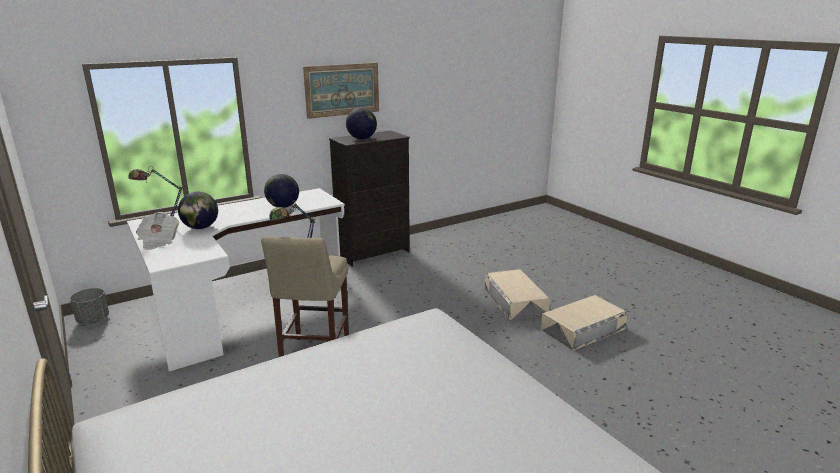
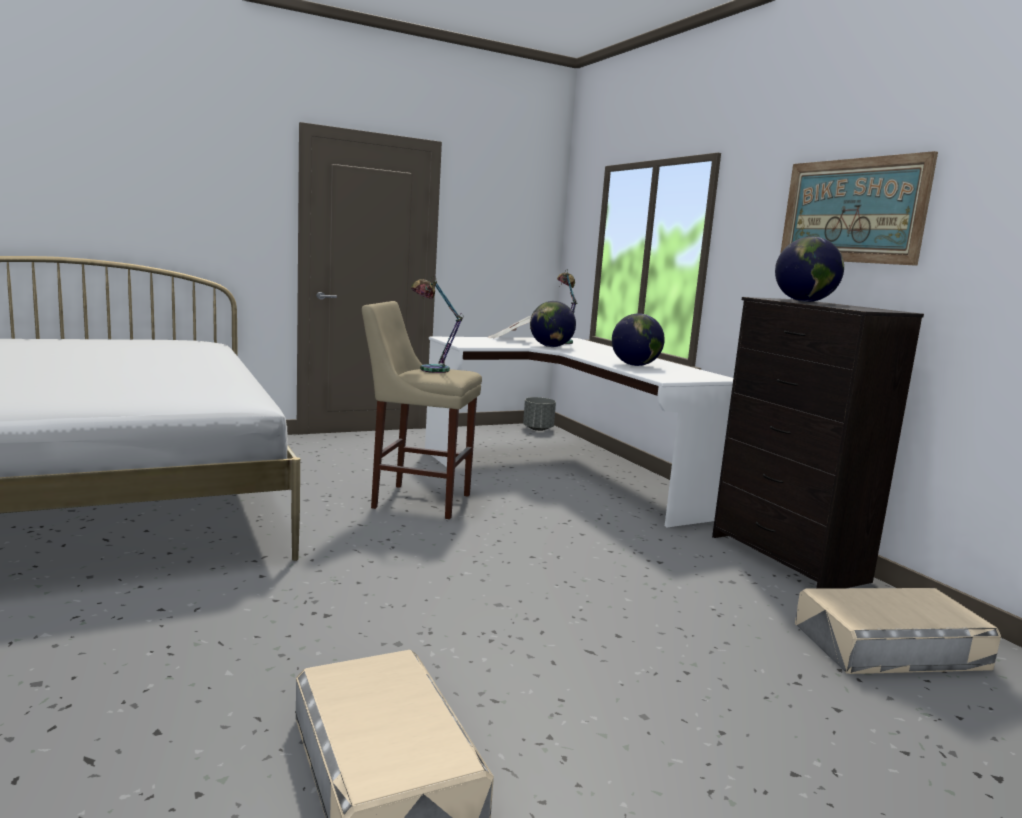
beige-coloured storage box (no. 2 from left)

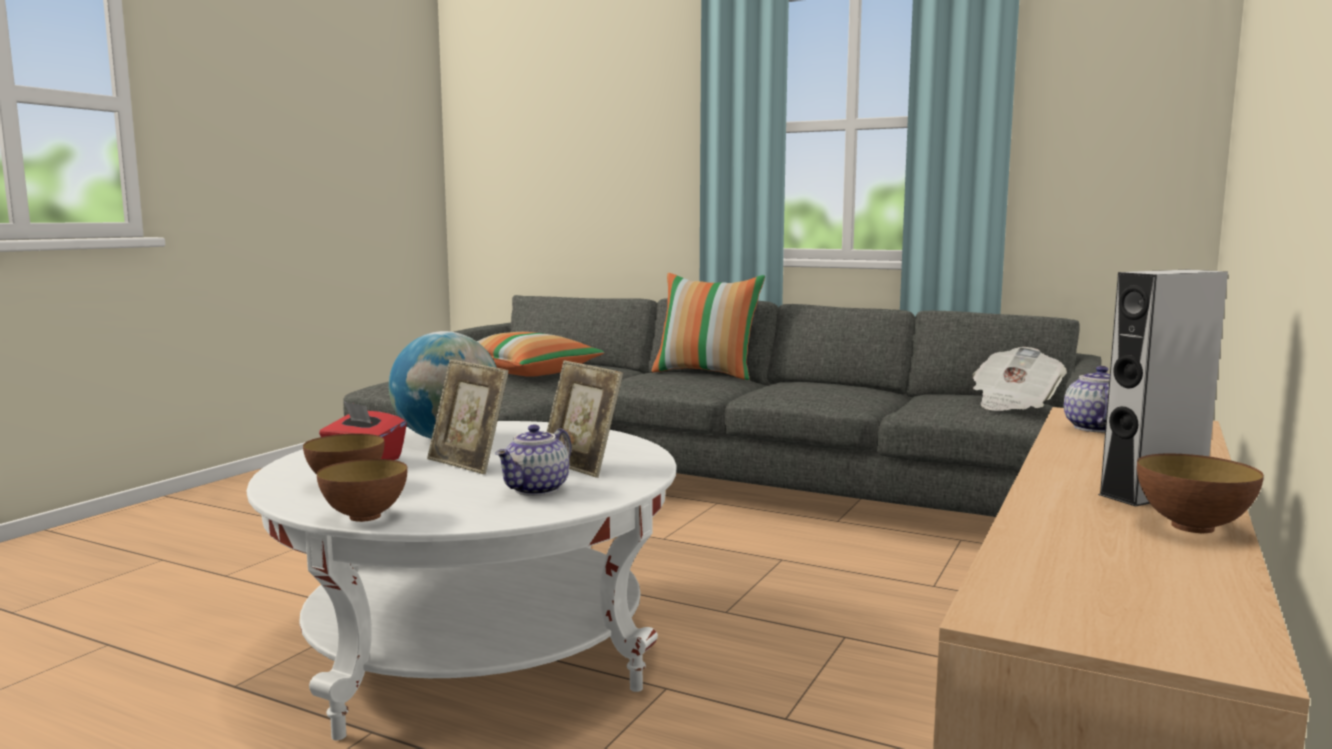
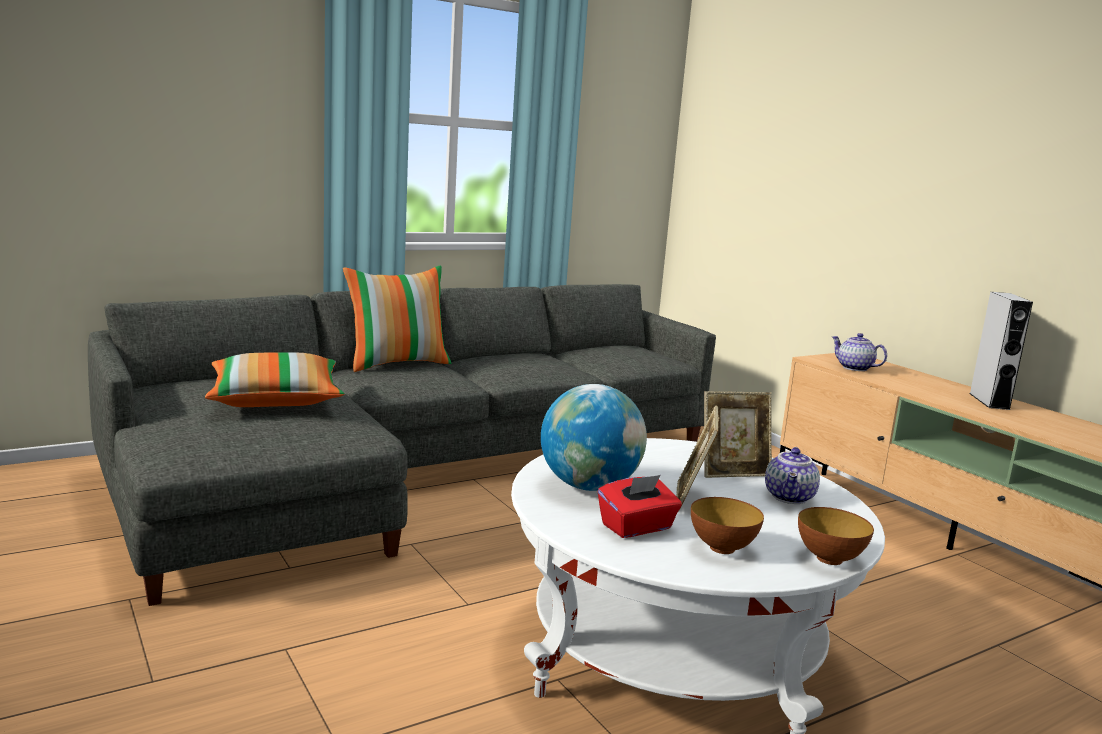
standing frame (no. 1 from left)
teapot (no. 1 from left)
daily paper
serving bowl (no. 3 from left in the first image)

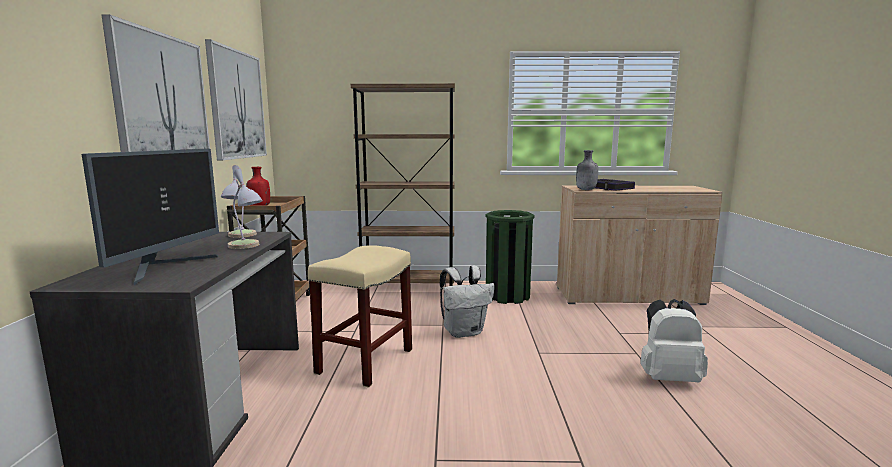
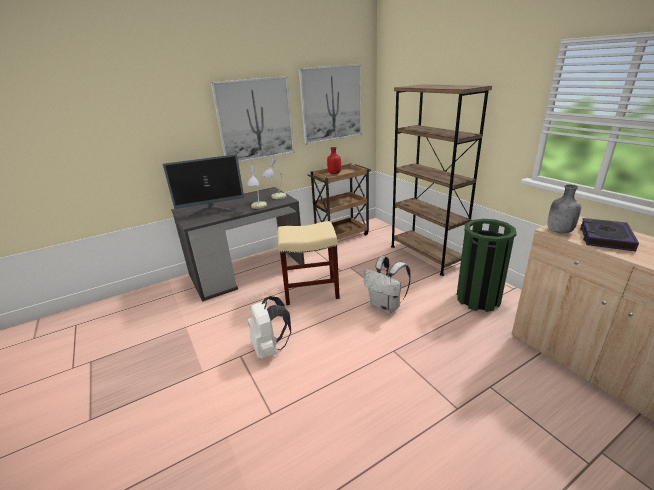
white-coloured rucksack (no. 1 from left)

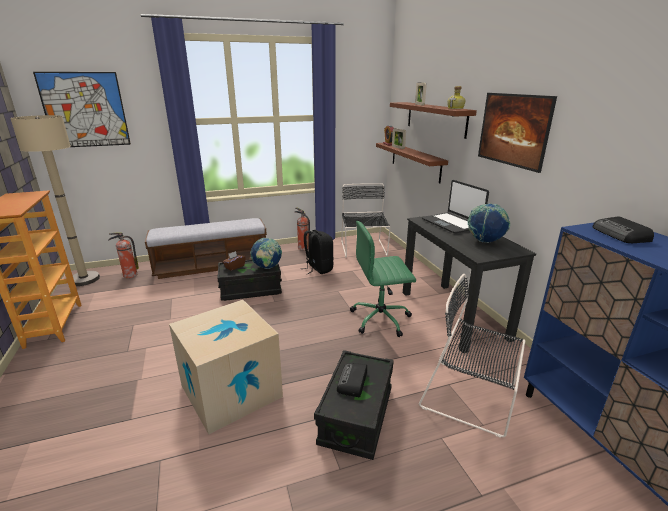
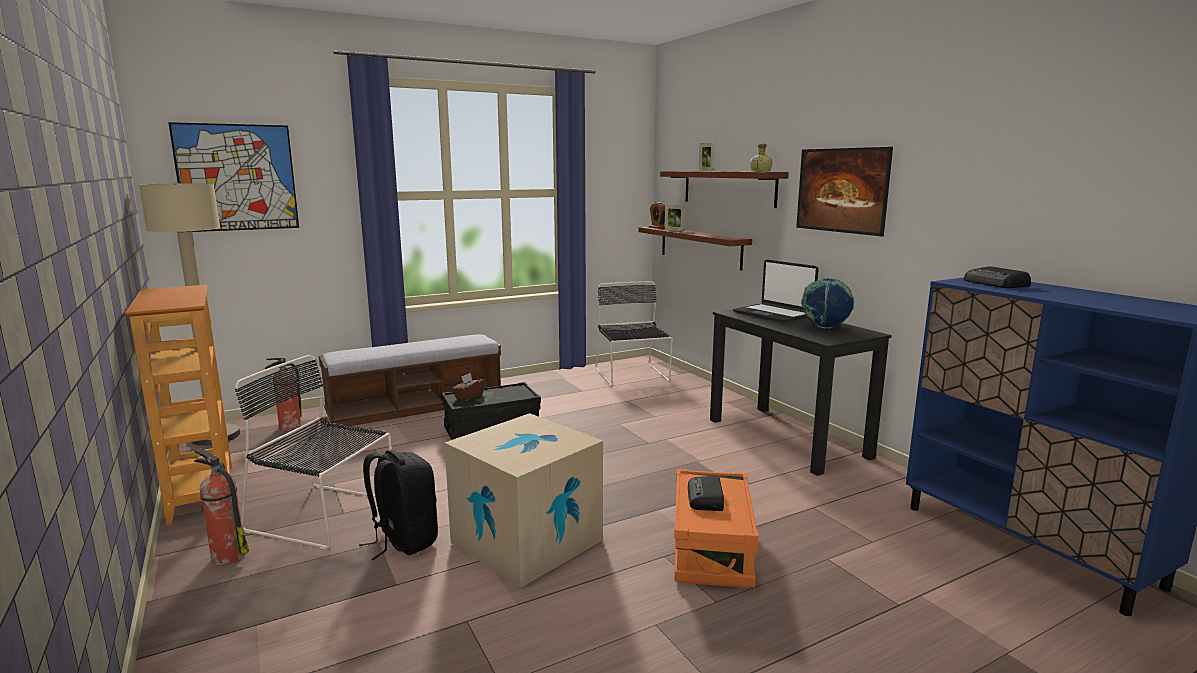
desk globe (no. 1 from left in the first image)
extinguisher (no. 1 from left)
blackish rucksack
orangey storage box
green computer chair
blackish chair (no. 1 from left)

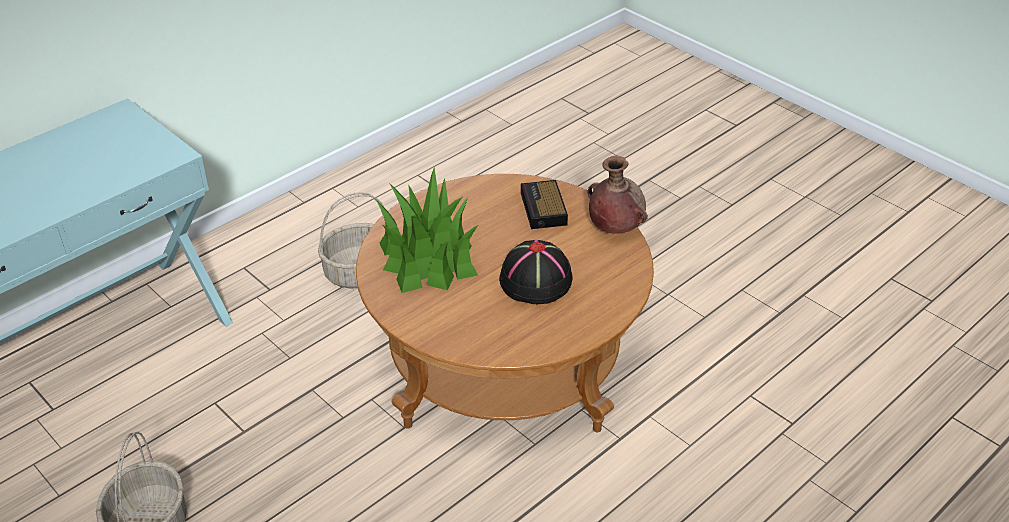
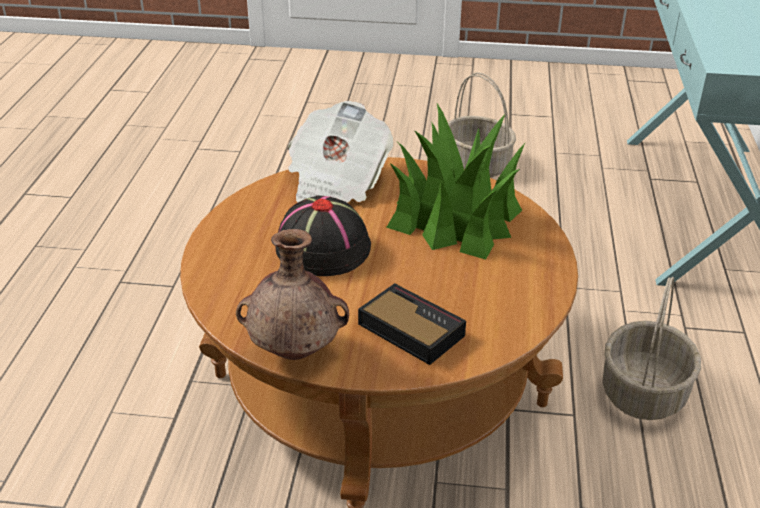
daily paper

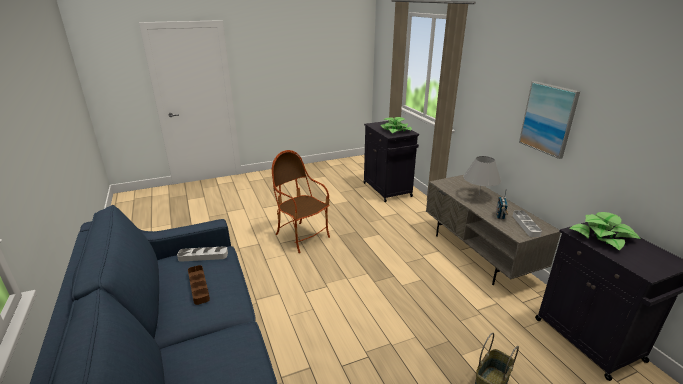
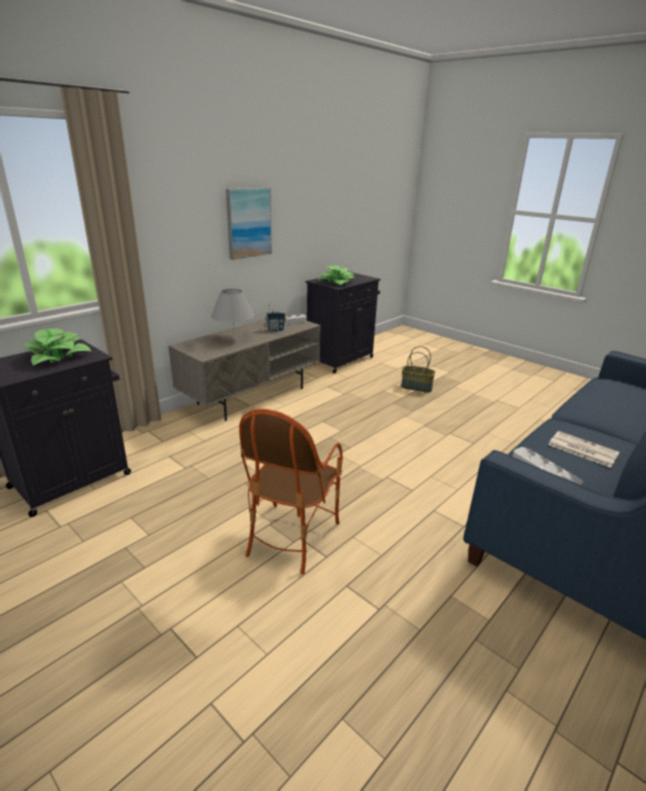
daily paper

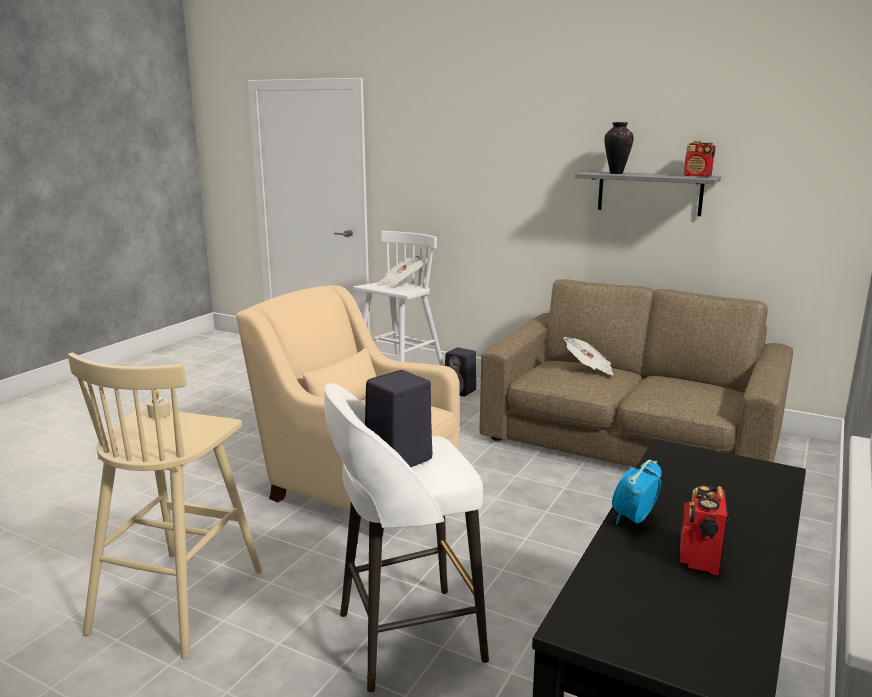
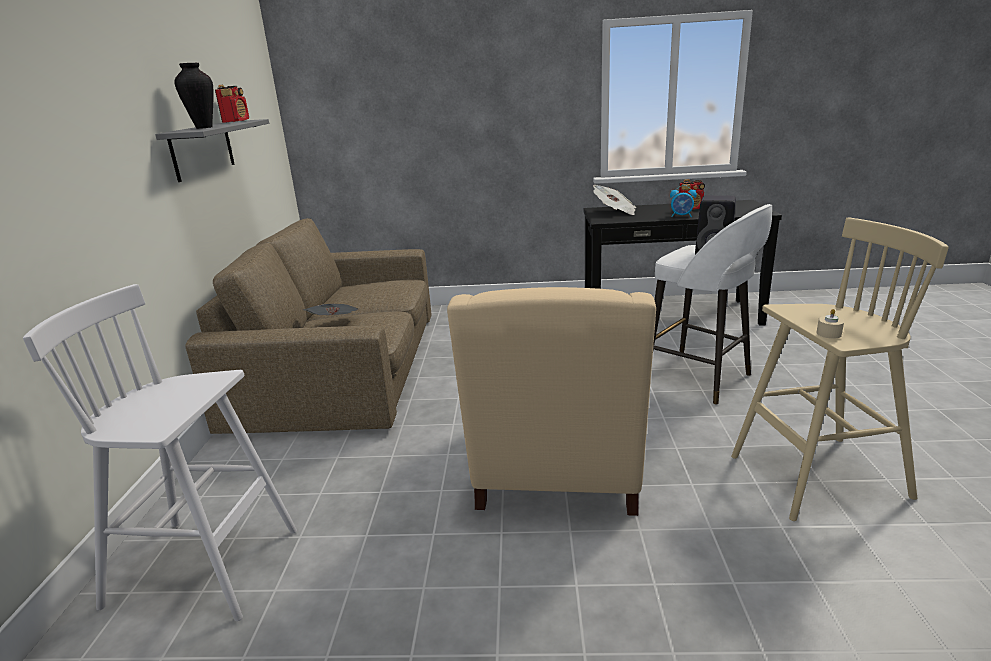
daily paper (no. 2 from left)
blackish audio speaker (no. 2 from left in the first image)

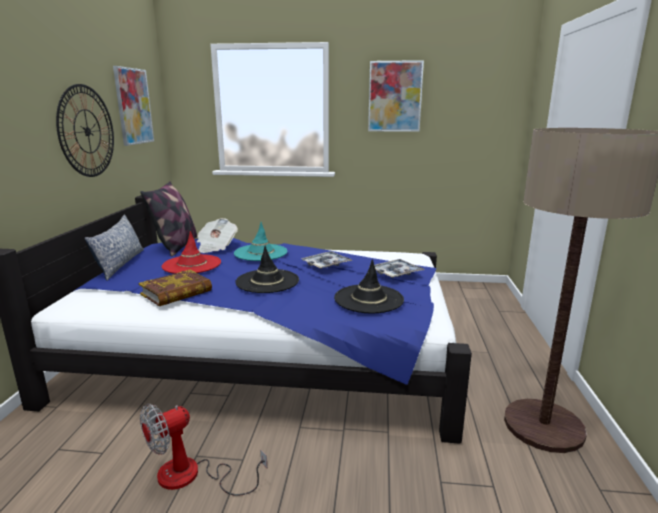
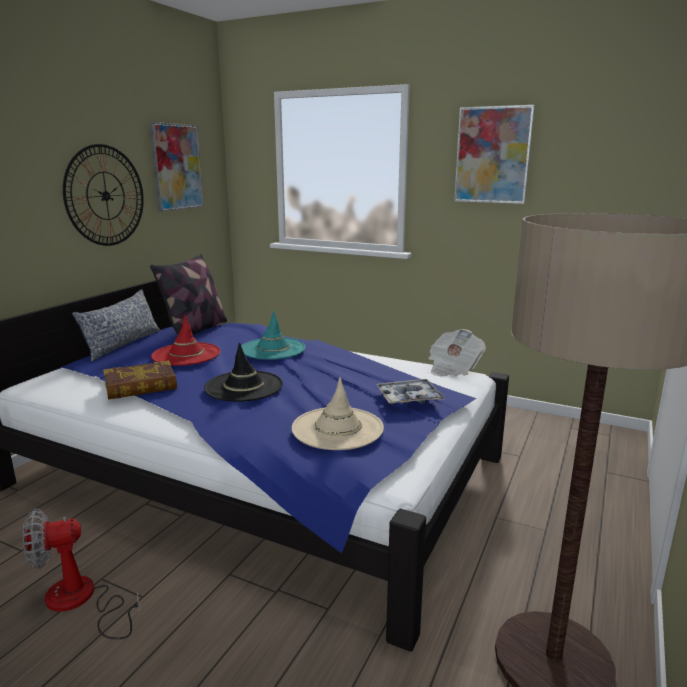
daily paper
carrying tray (no. 1 from left in the first image)
beige-coloured clothing hat

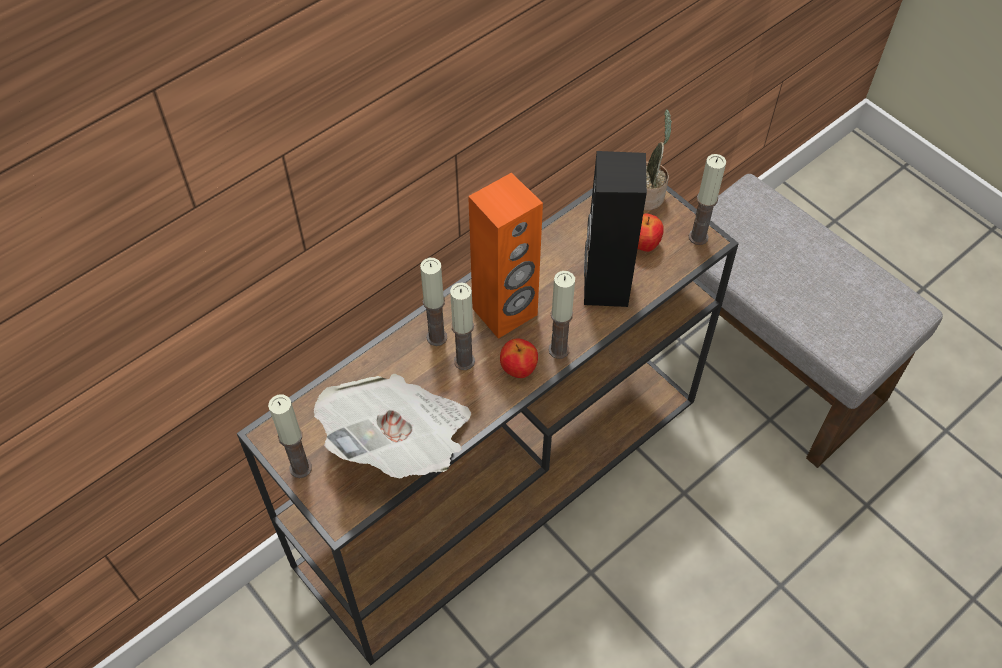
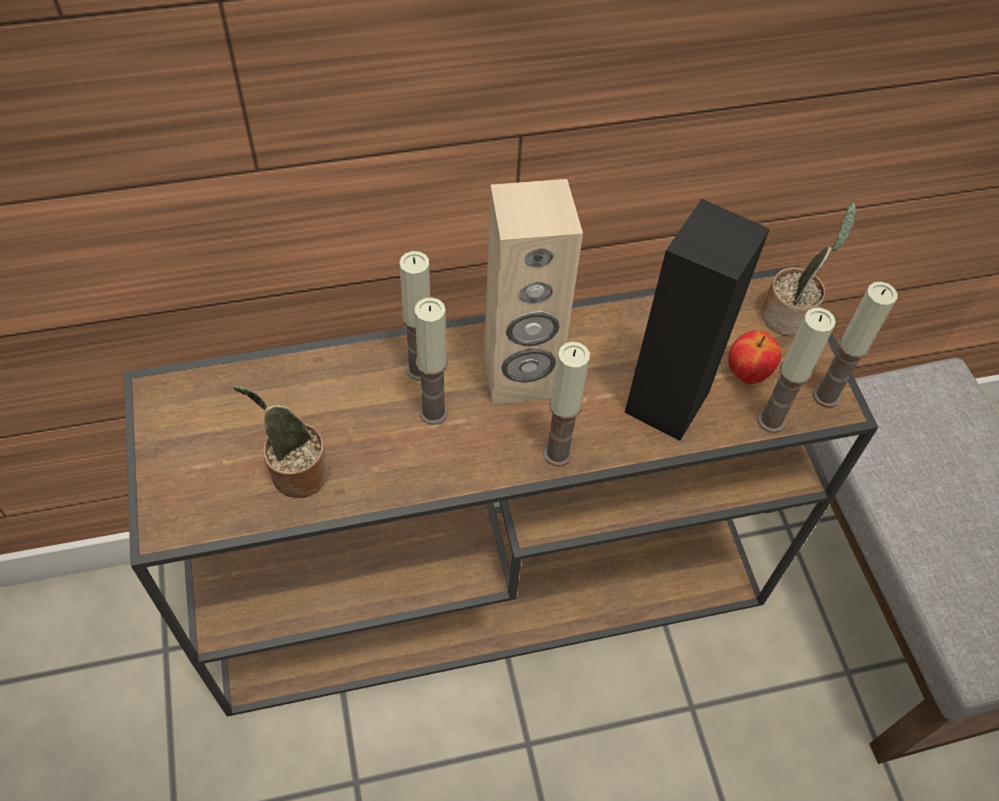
candle (no. 4 from left)
potted plant (no. 1 from left)
beige-coloured audio speaker
whole apple (no. 1 from left in the first image)

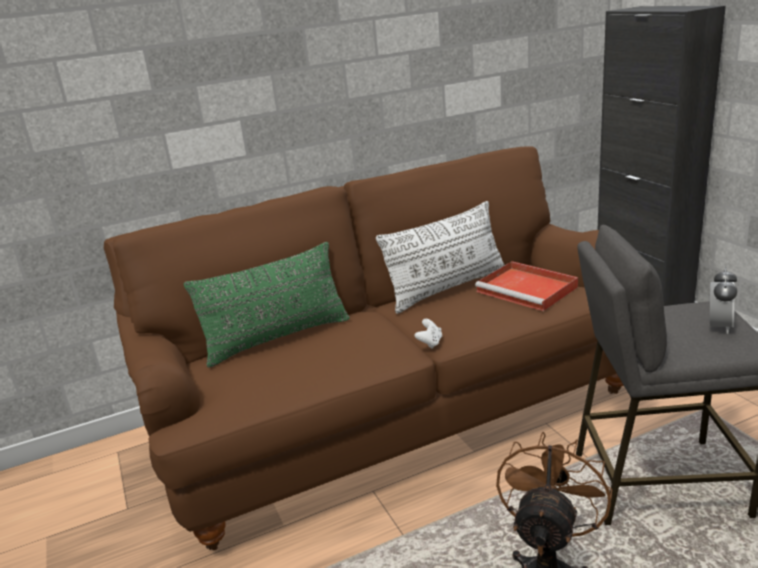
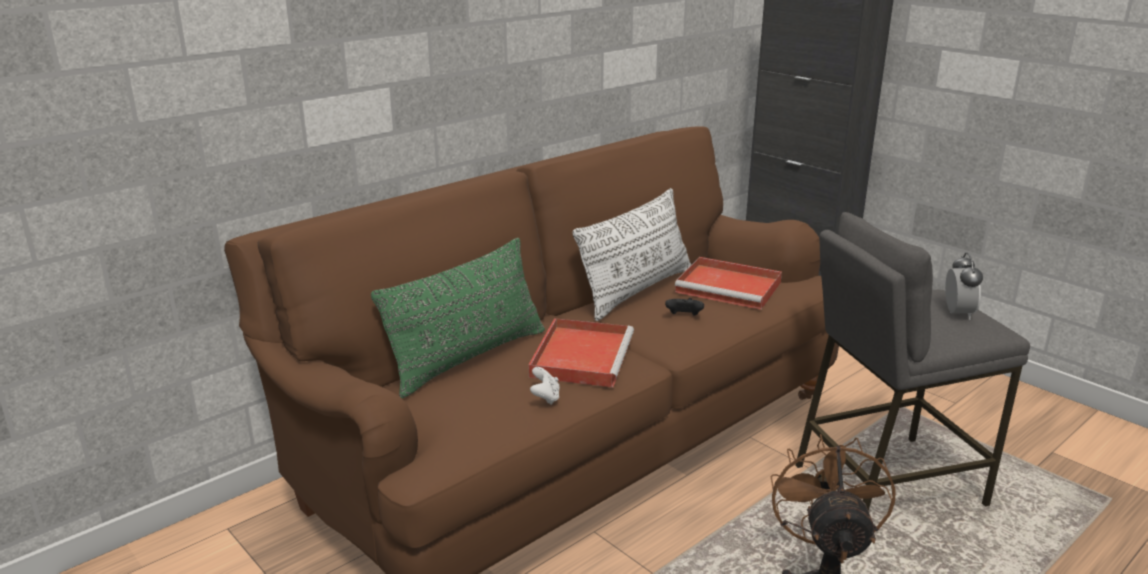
white-coloured joypad
red carrying tray (no. 1 from left)
blackish joypad

